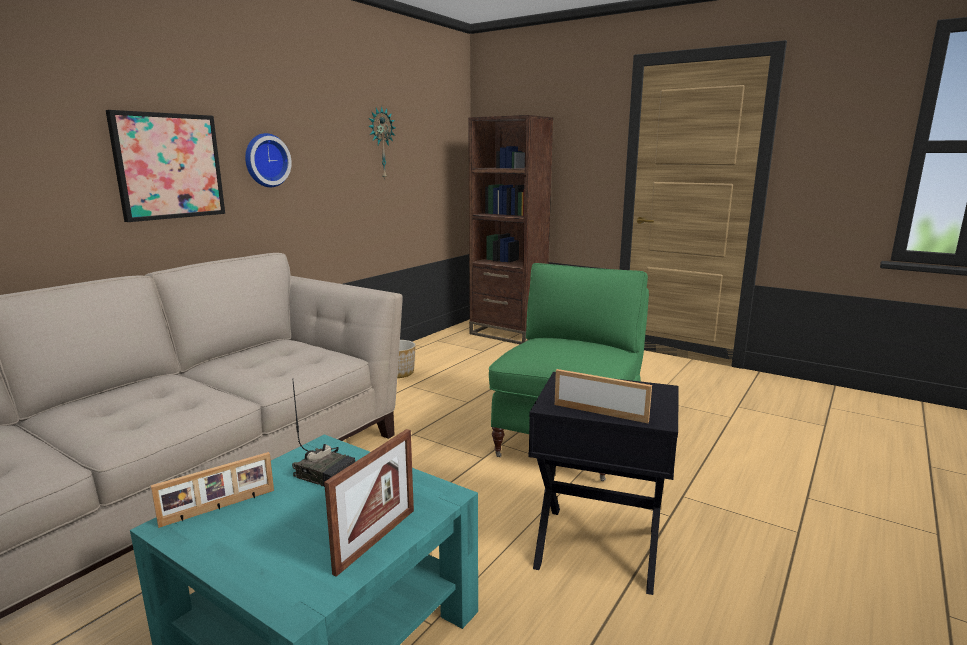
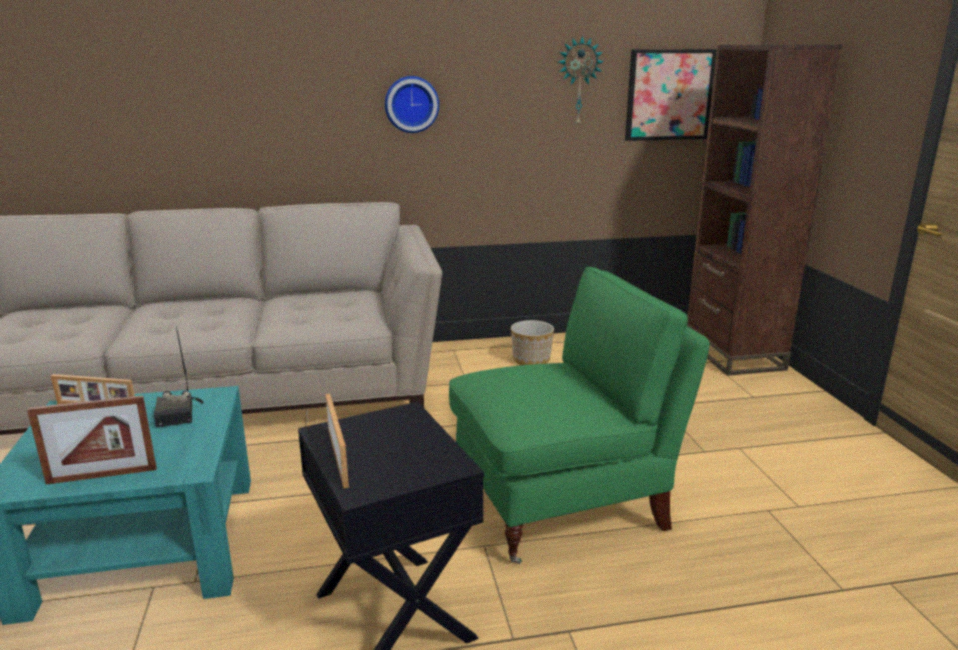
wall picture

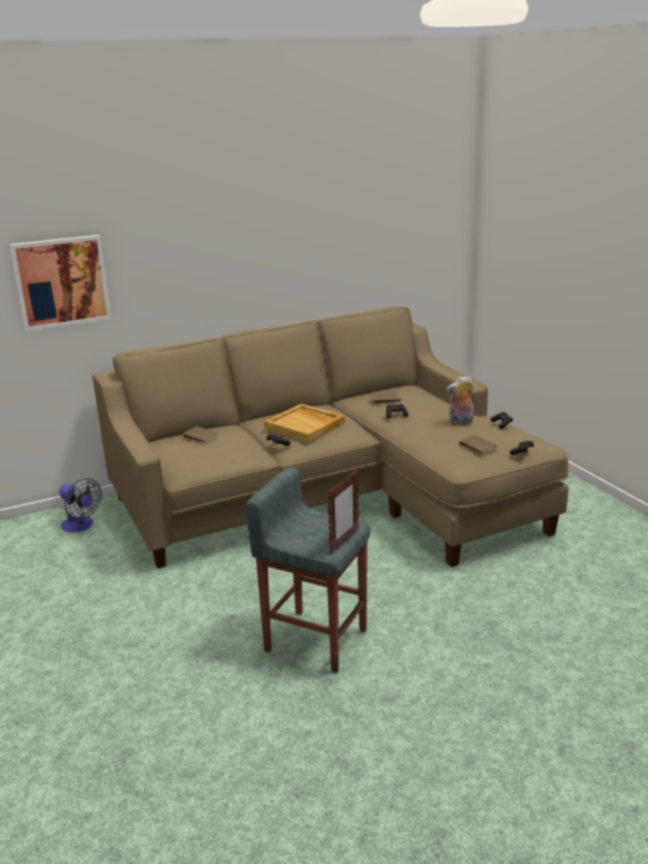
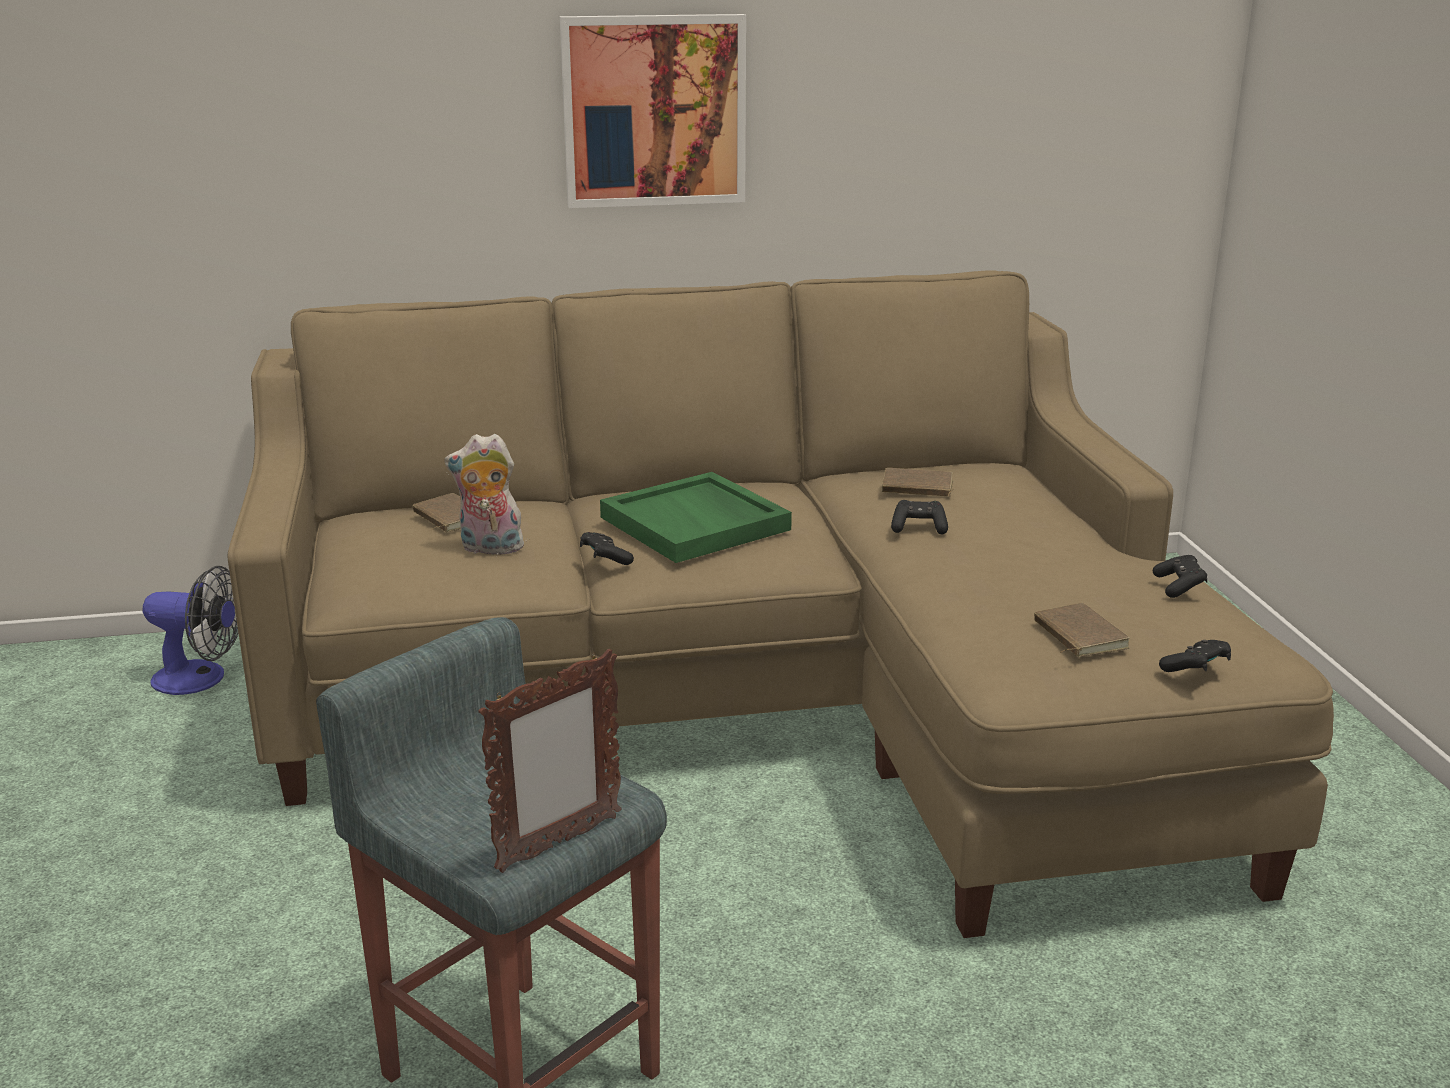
wall picture
fan
green carrying tray
soft toy

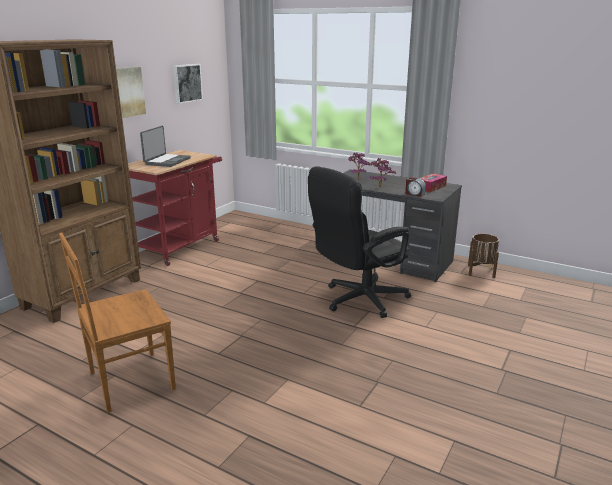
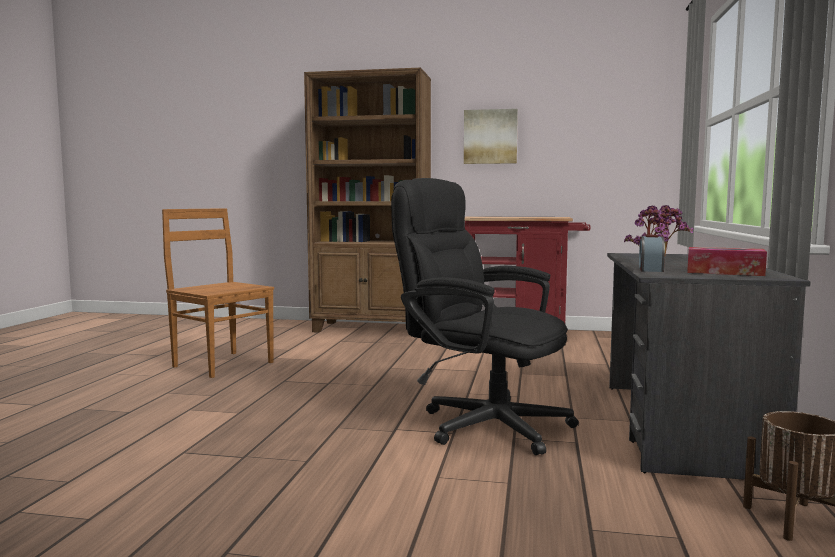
notebook computer
wall picture (no. 2 from left in the first image)

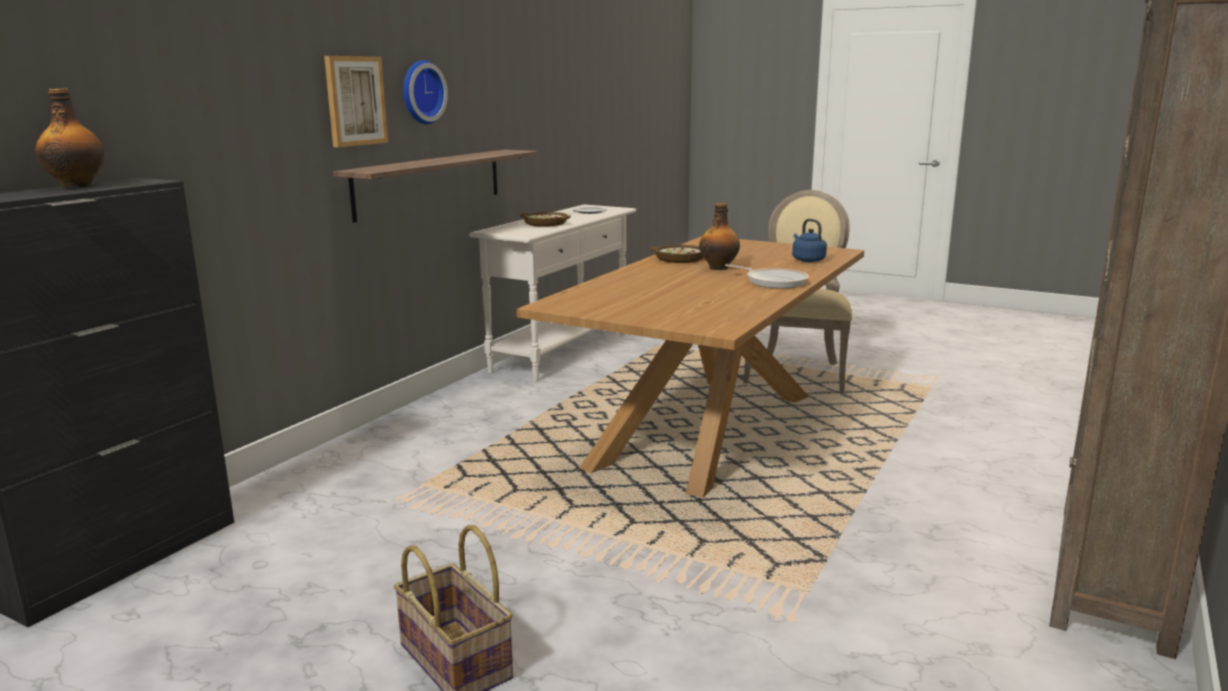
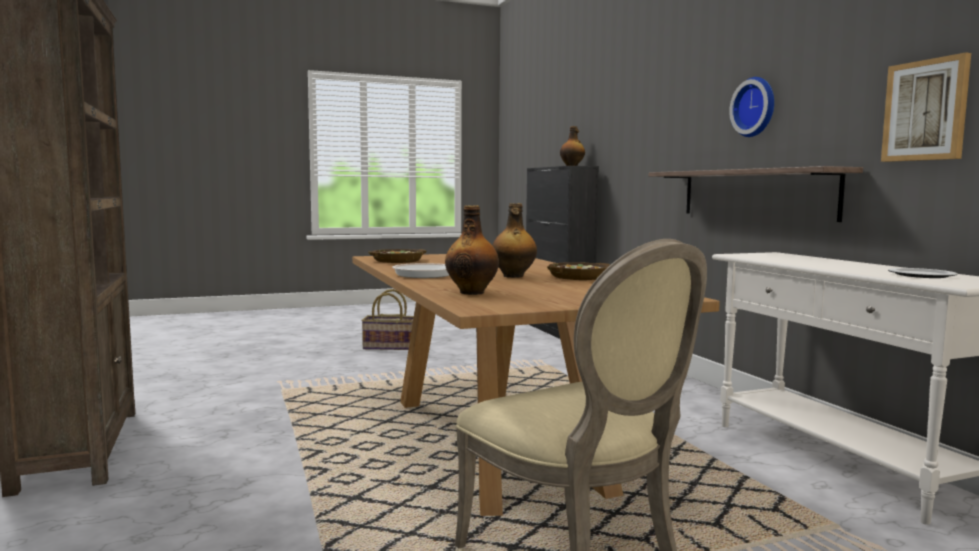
wall picture
serving bowl (no. 1 from left)
beverage bottle (no. 1 from left)

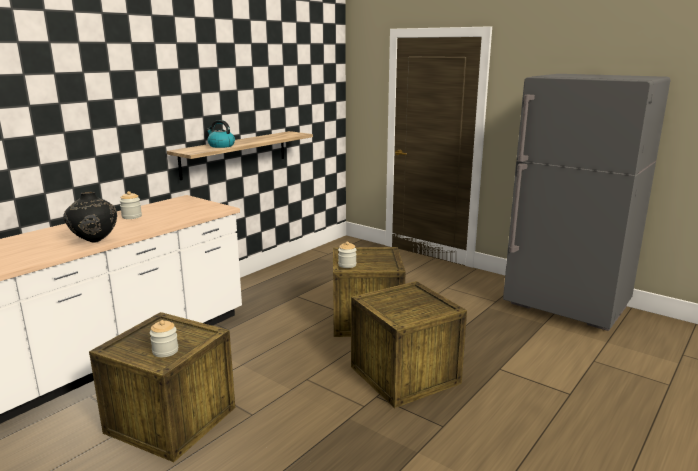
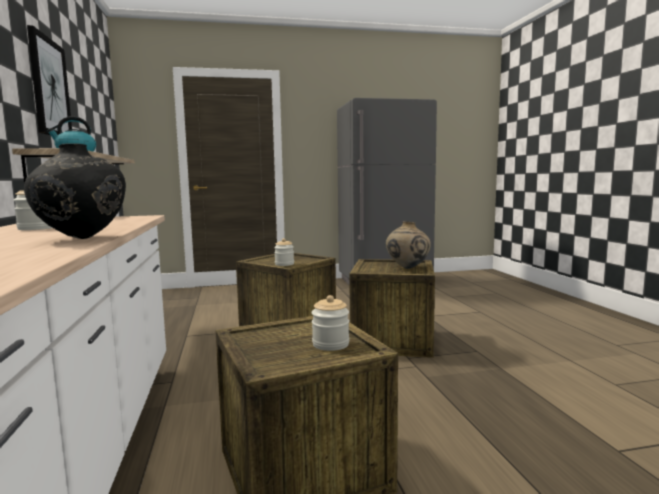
wall picture
beige-coloured flower vase

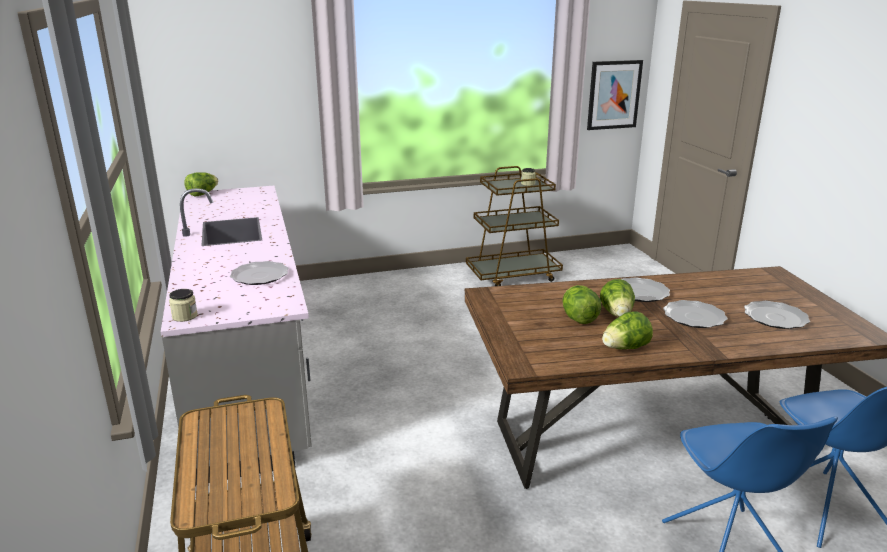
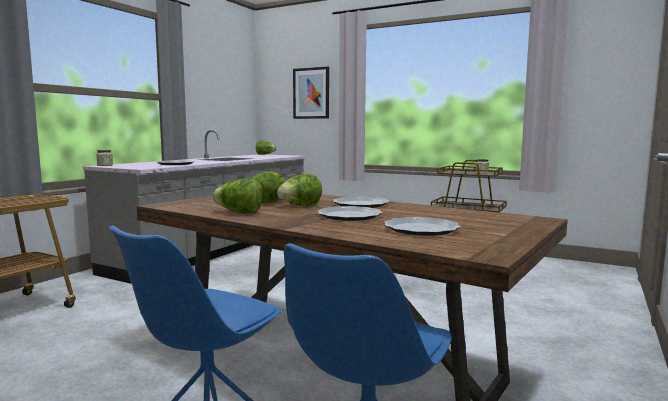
wall picture

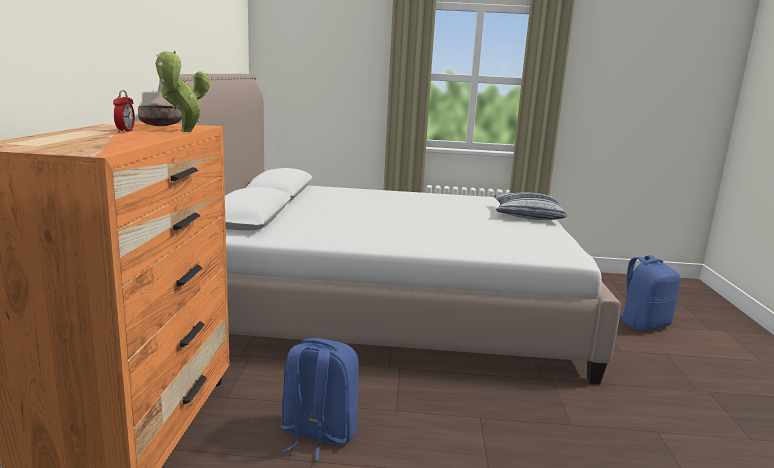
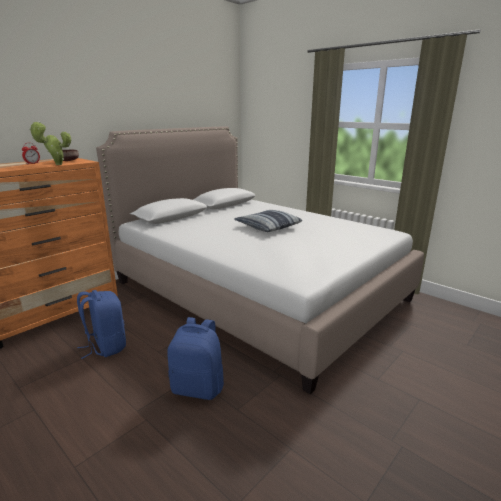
throw pillow
bluish rucksack (no. 2 from left)

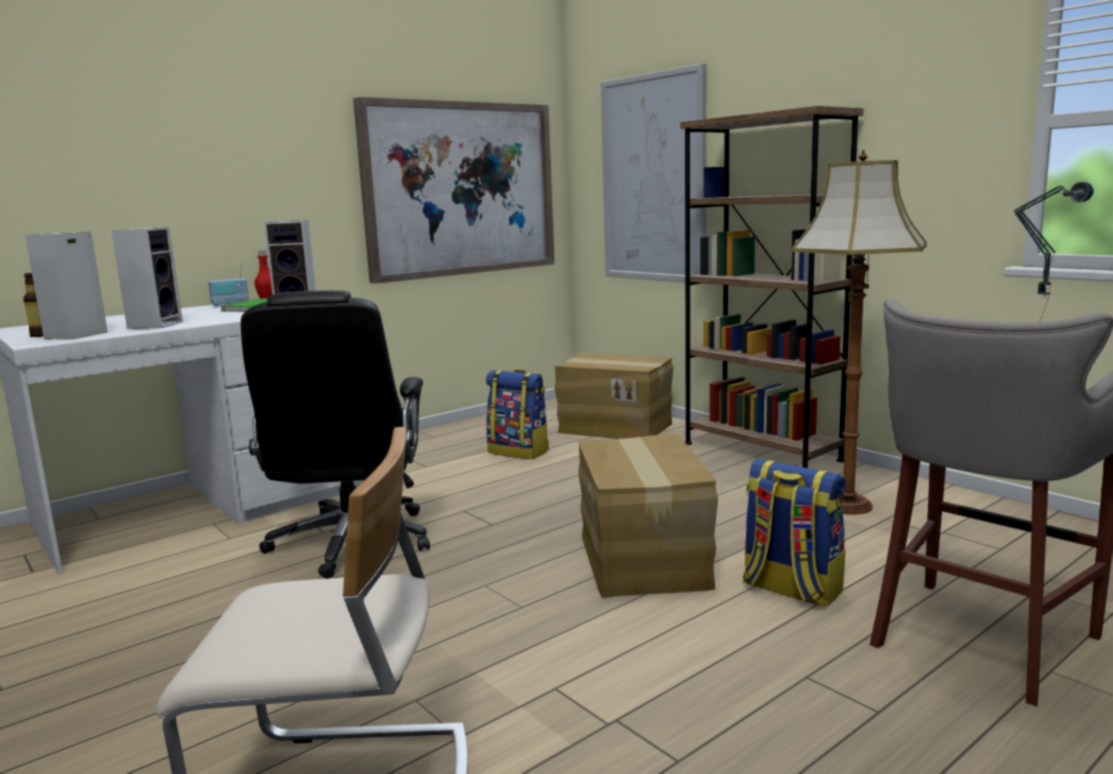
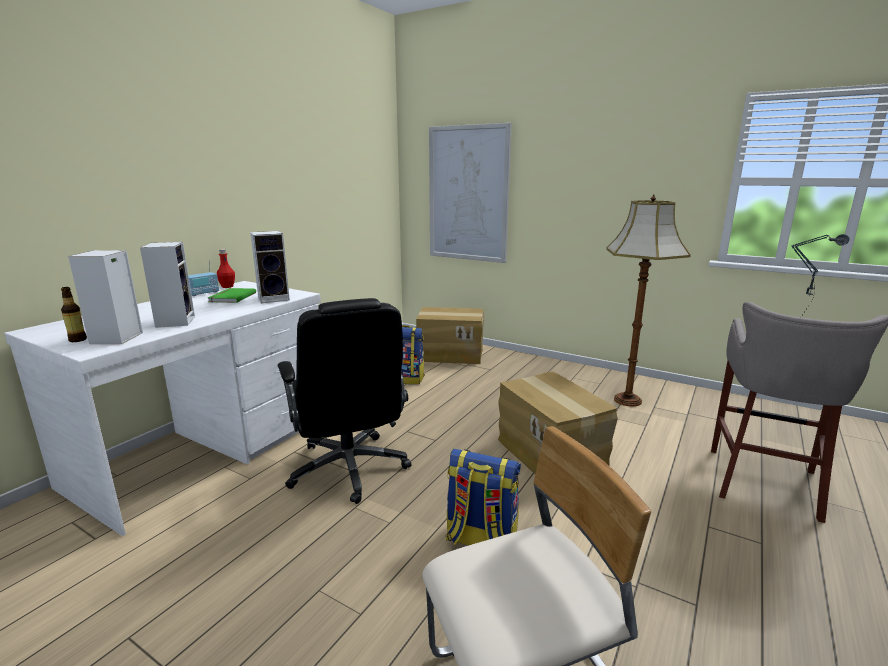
wall picture (no. 1 from left in the first image)
brown-coloured bookshelf
rucksack (no. 2 from left)

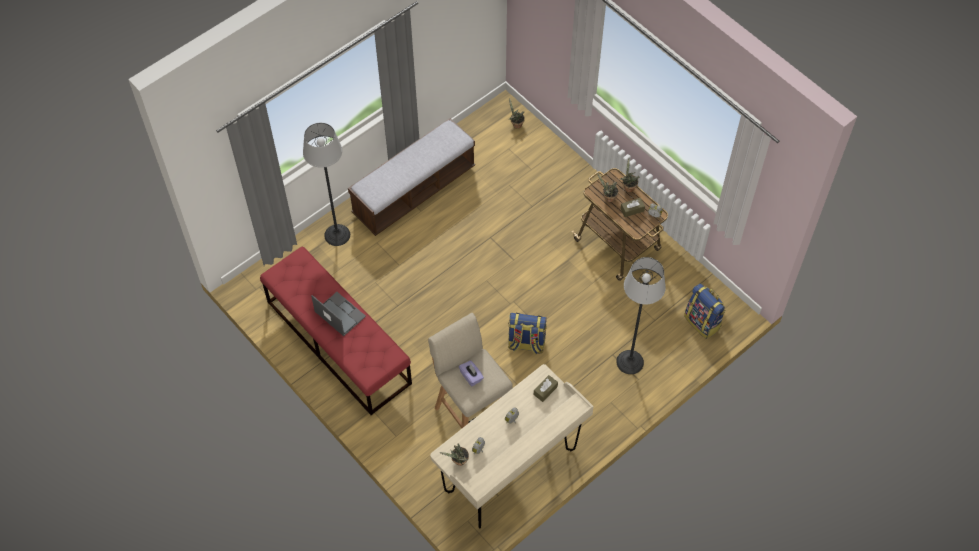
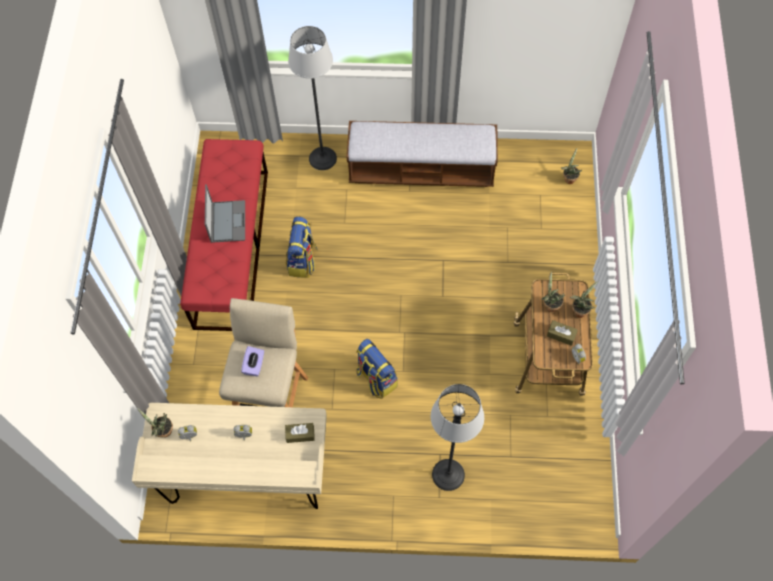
rucksack (no. 1 from left)

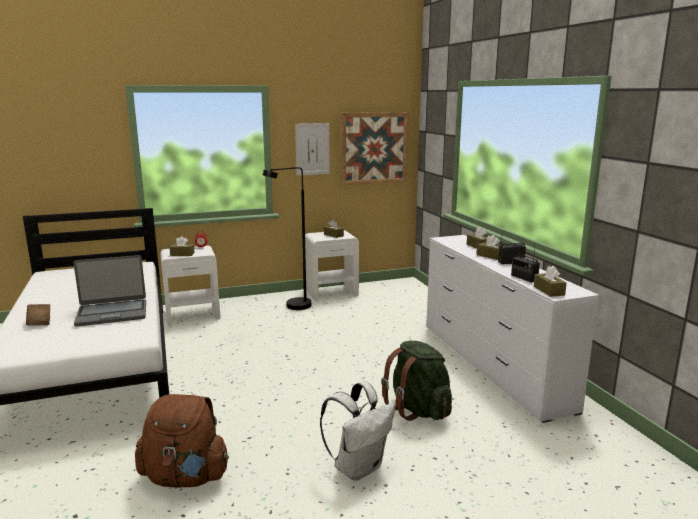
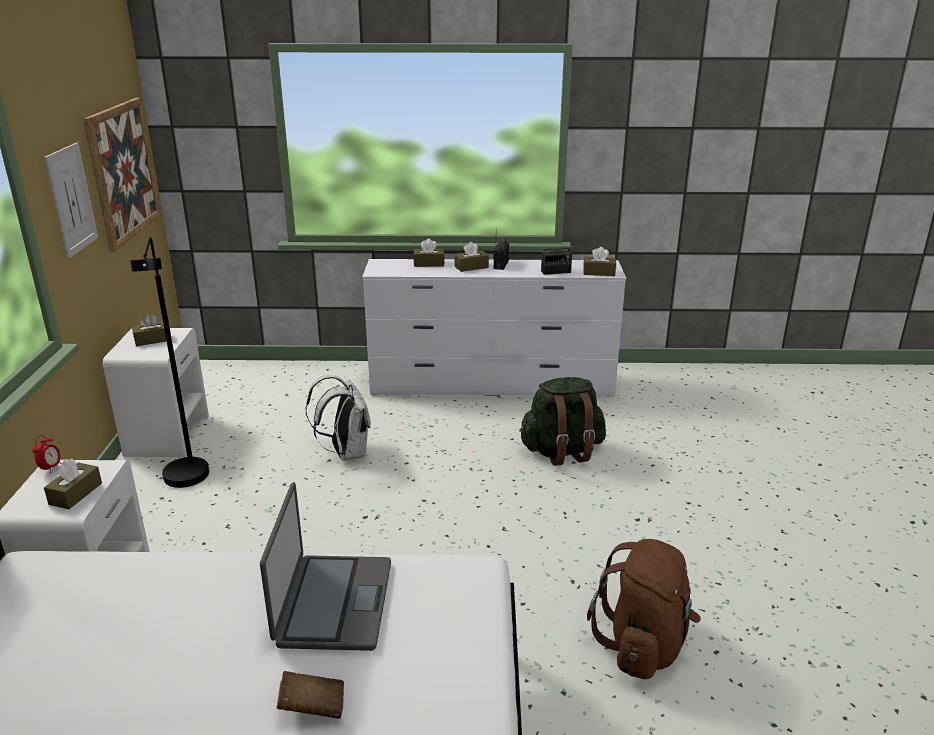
white-coloured rucksack

